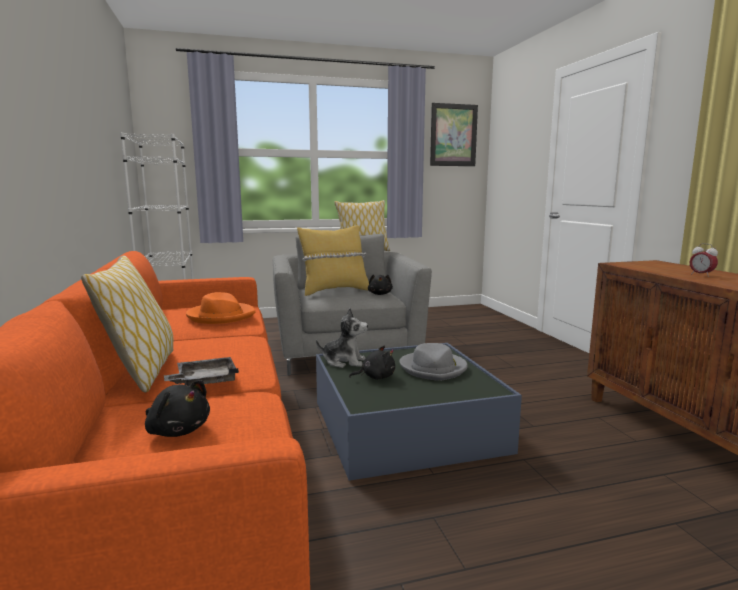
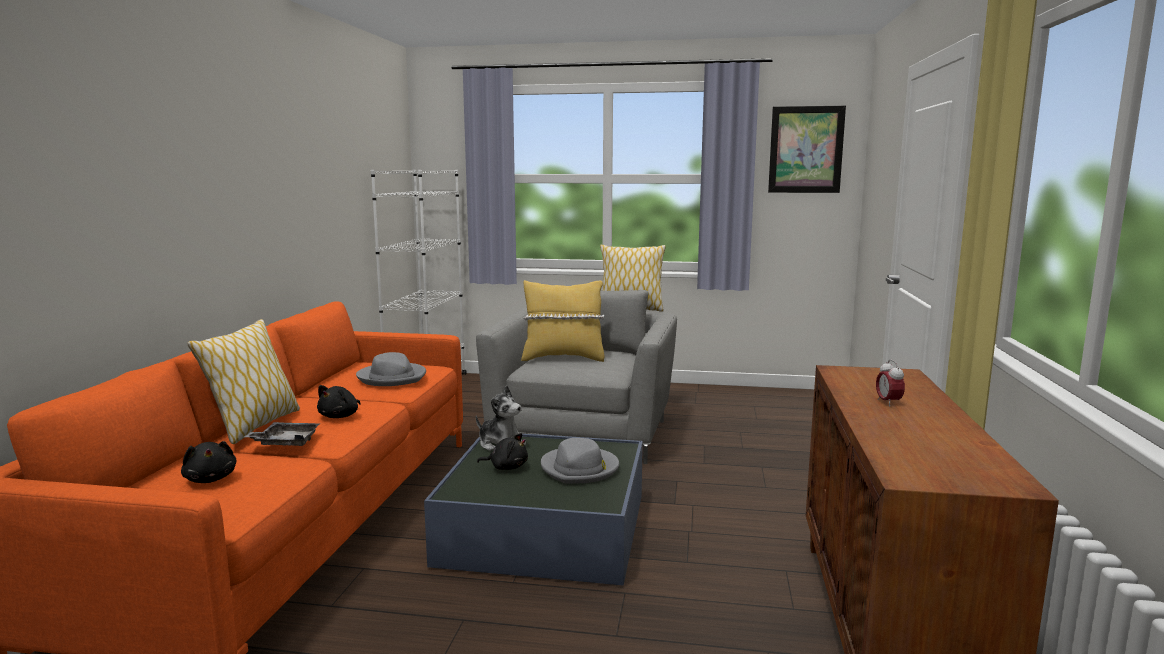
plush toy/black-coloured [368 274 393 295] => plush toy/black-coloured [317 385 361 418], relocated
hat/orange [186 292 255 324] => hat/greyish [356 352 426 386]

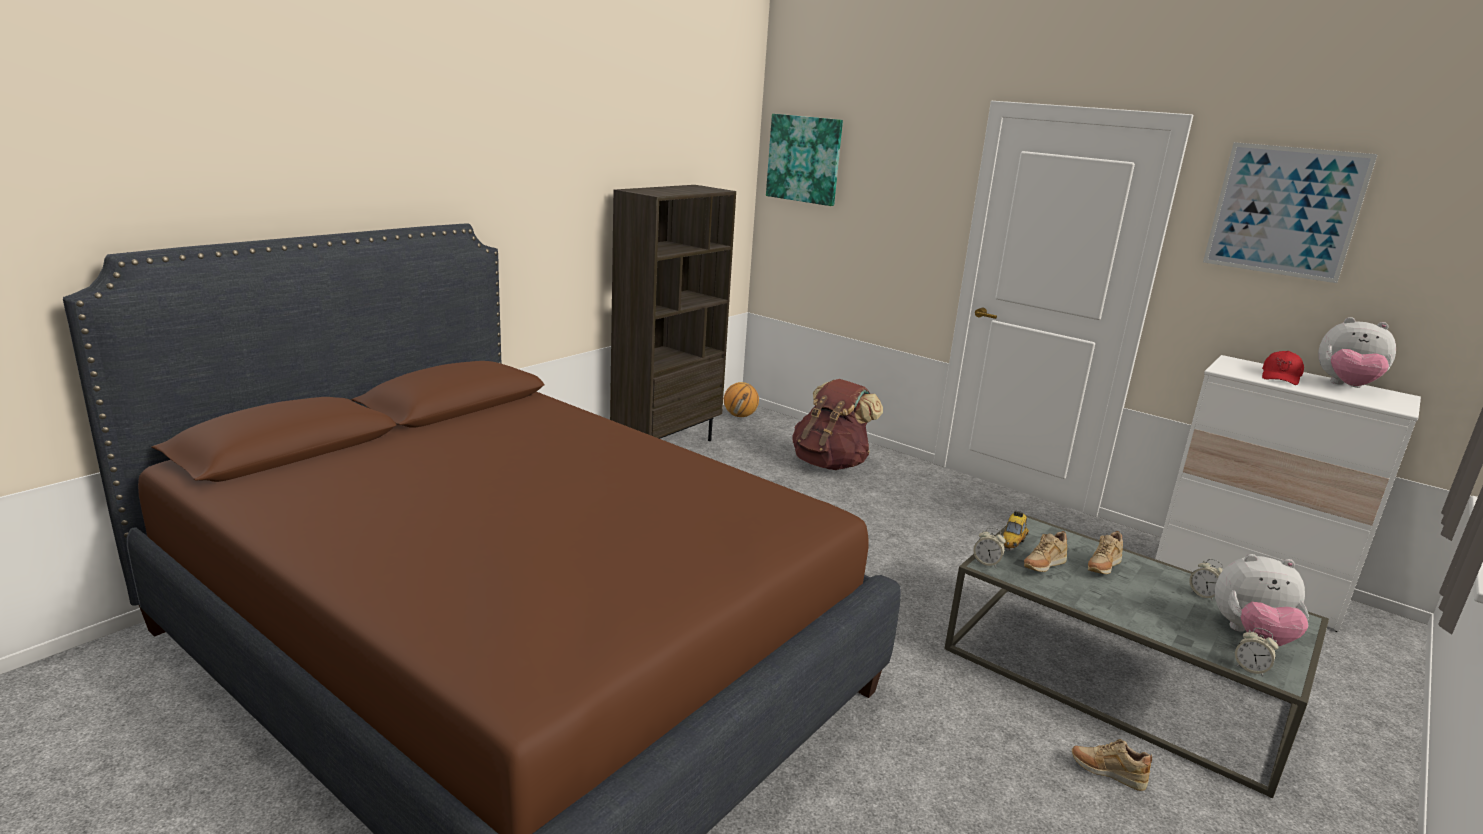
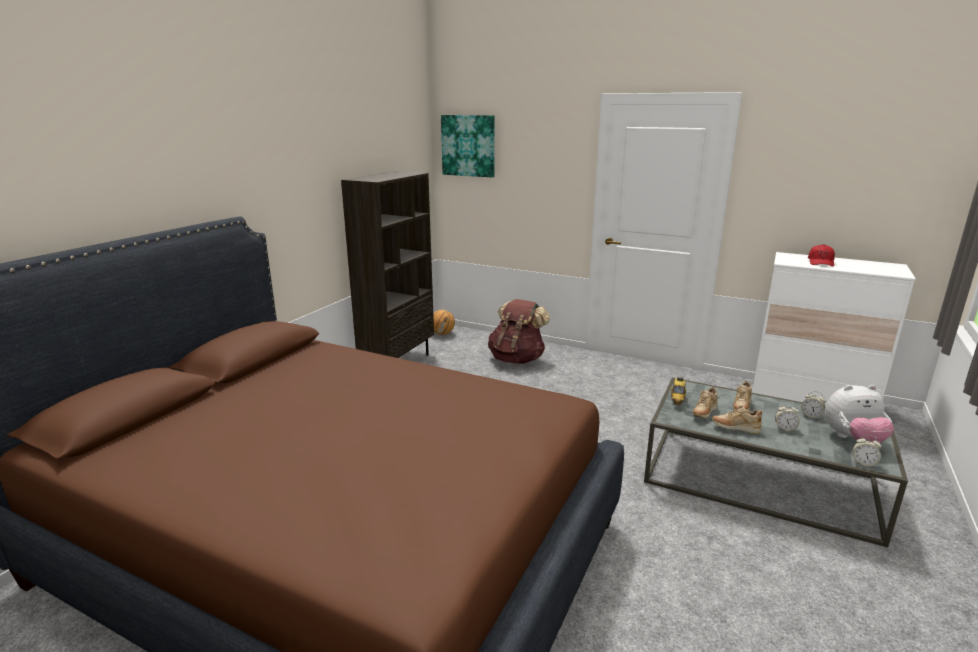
picture [1203 142 1378 283] => nothing
plush toy [1318 317 1396 388] => nothing
alarm clock [973 527 1006 567] => alarm clock [775 403 800 431], relocated
item of footwear/sand-coloured [1072 739 1152 791] => item of footwear/sand-coloured [712 406 762 434], relocated

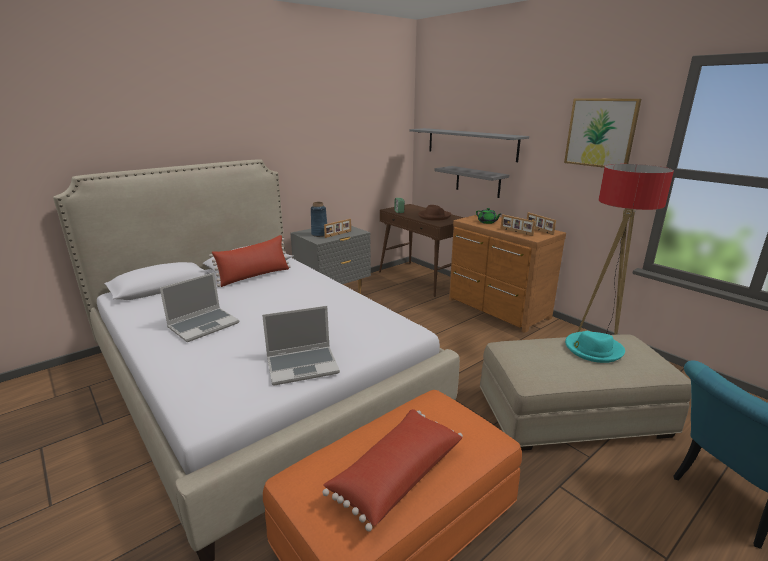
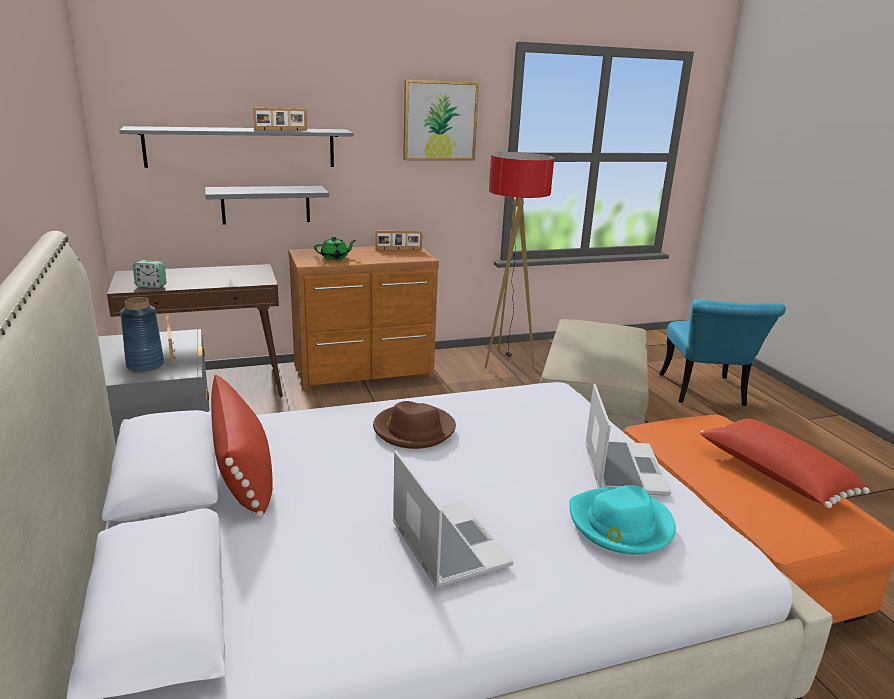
hat/brown-coloured [418 205 451 221] => hat/brown-coloured [373 401 456 449], relocated
picture frame [500 215 535 236] => picture frame [253 108 307 131], relocated
hat/turquoise [565 331 625 363] => hat/turquoise [570 485 676 555], relocated

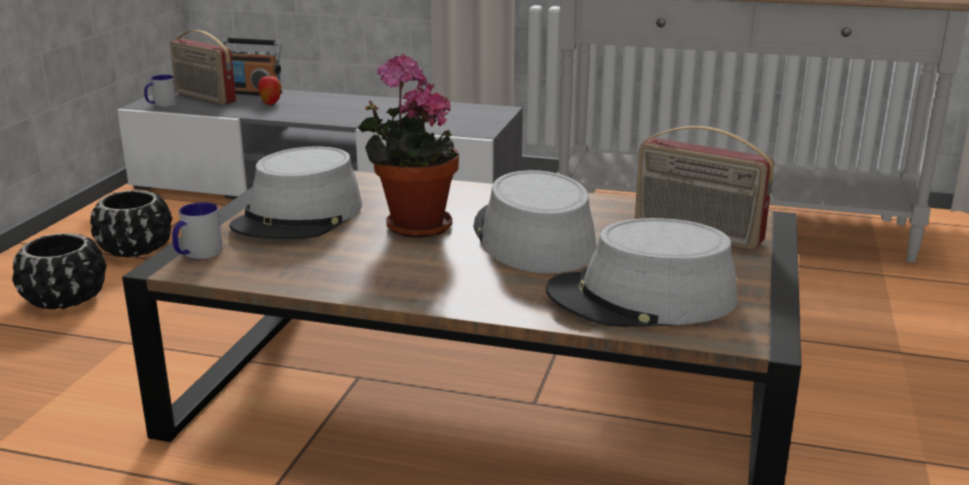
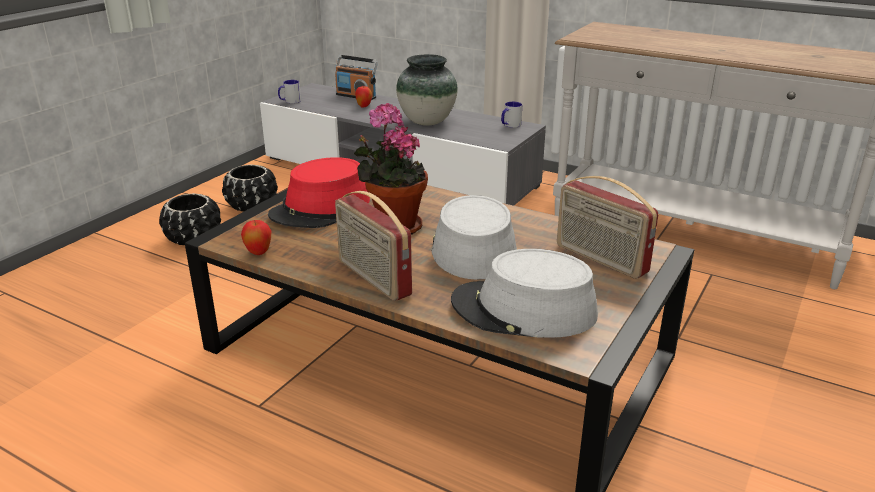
nothing => apple [241 220 271 255]
nothing => decorative vase [396 54 458 126]
radio [170 30 236 105] => radio [335 191 412 301], relocated
coffee mug [172 202 223 259] => coffee mug [501 102 522 128], relocated
hat/greyish [230 146 362 239] => hat/reddish [268 157 370 228]

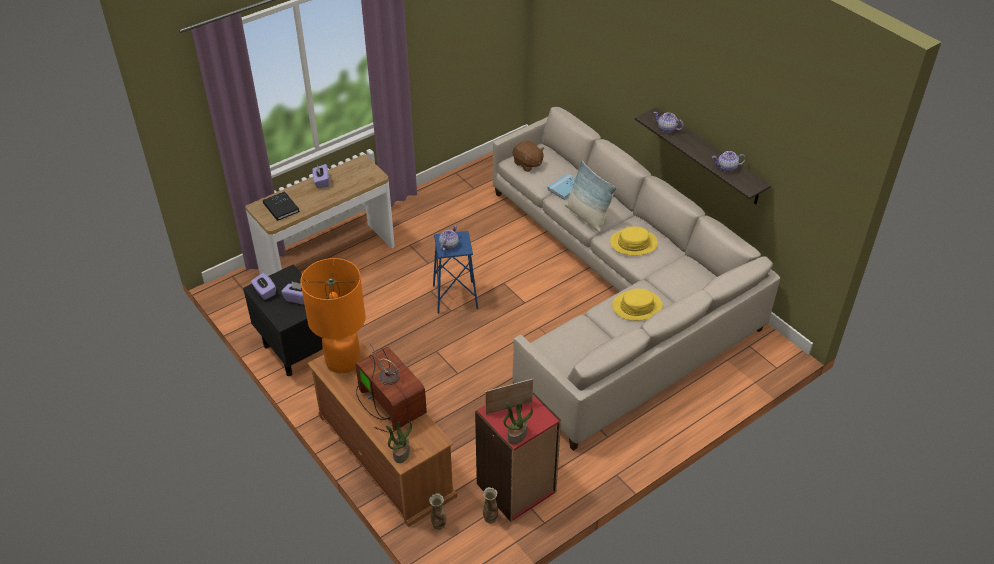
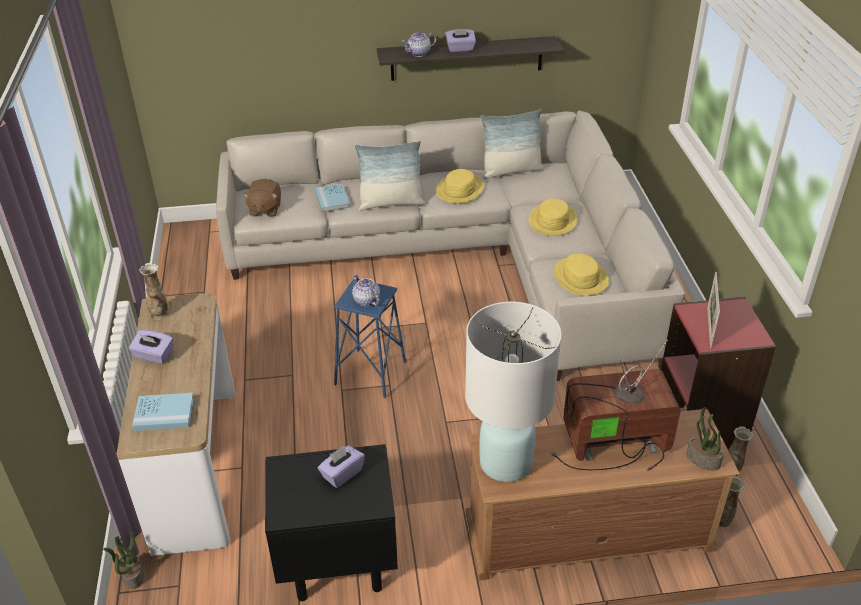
pot for tea [712 151 746 172] => nothing
nothing => decorative vase [139 263 168 320]
nothing => throw pillow [481 109 544 179]
nothing => hat/yellow [554 253 609 296]
tissue box/purple-coloured [251 272 276 300] => tissue box/purple-coloured [445 29 476 52], relocated
houseplant [503 402 533 445] => houseplant [103 528 144 589], relocated
volume/black-coloured [263 191 299 221] => volume/blue [132 393 194 431]
tabletop lamp/orange [301 258 366 373] => tabletop lamp/whitish [465 302 562 482]
plush toy/brown-coloured [513 141 544 172] => plush toy/brown-coloured [243 179 281 217], 105 degrees clockwise

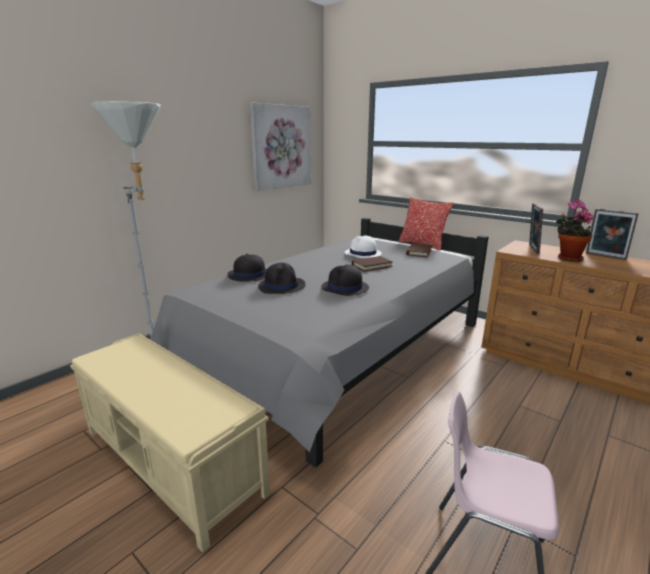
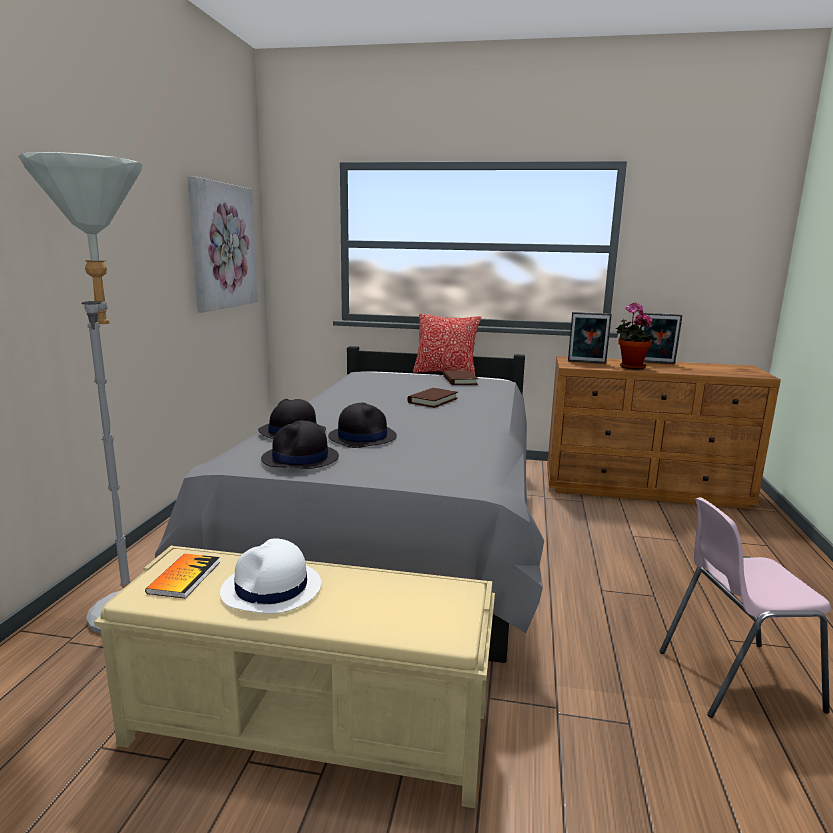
nothing => volume [145 553 220 599]
hat/black-coloured [321 264 369 296] => hat/black-coloured [261 420 339 469], relocated
hat/whitish [345 235 382 258] => hat/whitish [220 538 321 614], relocated
picture frame [529 203 543 254] => picture frame [568 312 612 364], 60 degrees counterclockwise

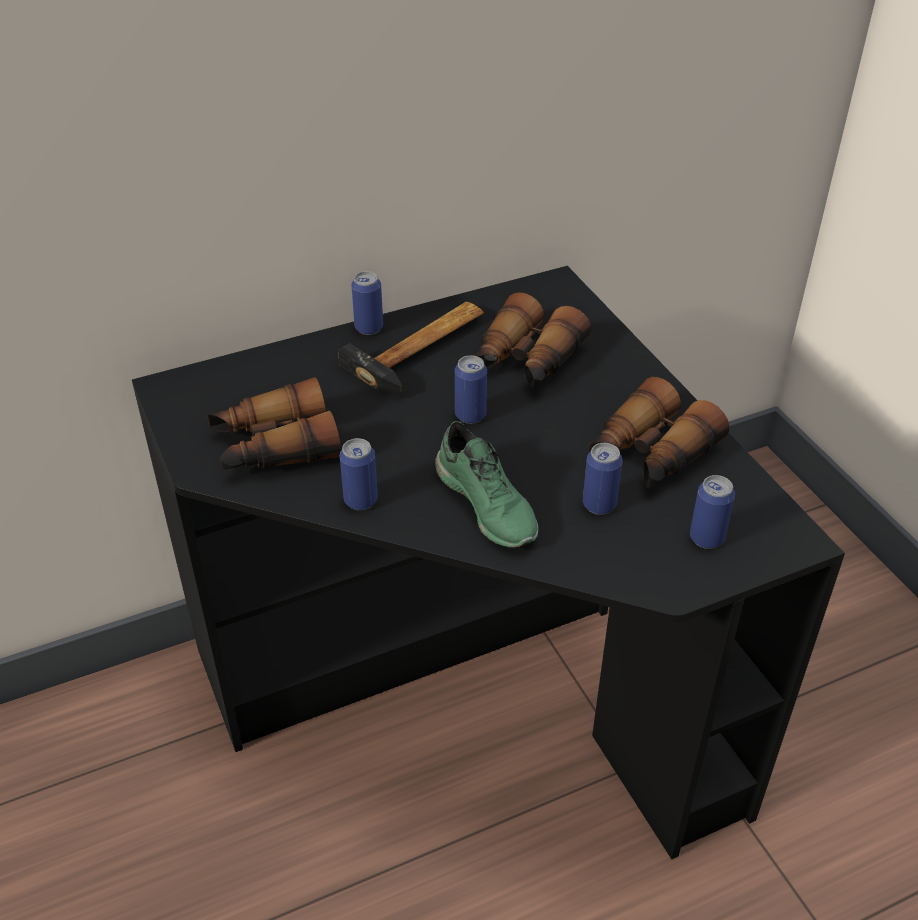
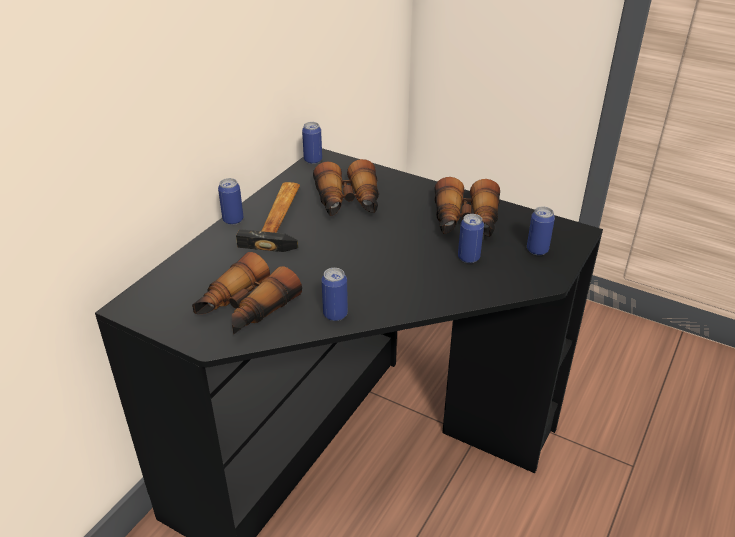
item of footwear/green-coloured [435 421 538 548] => nothing
sealed can [455 355 487 424] => sealed can [302 122 322 164], relocated

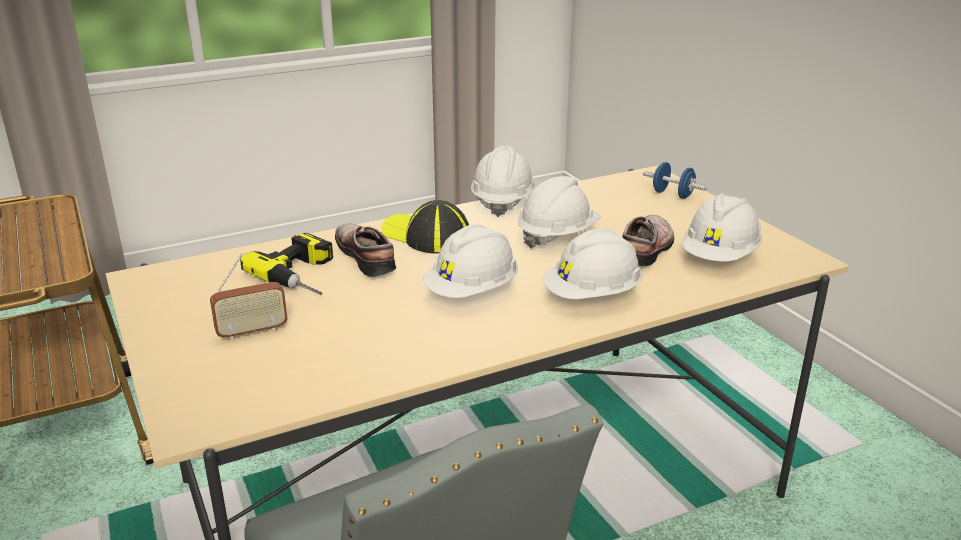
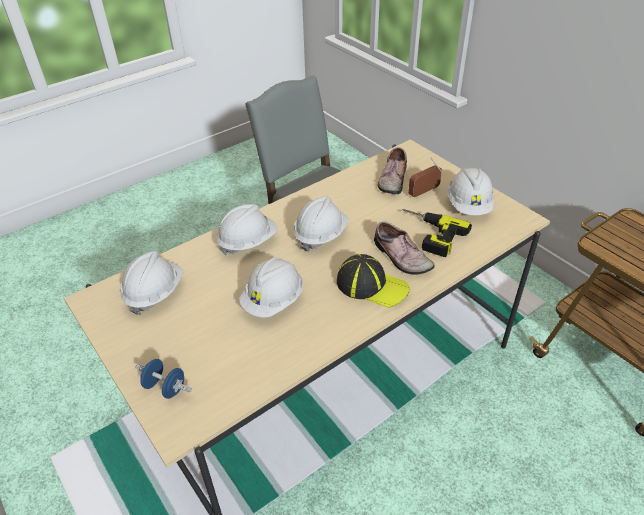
safety helmet/whitish [471 146 535 217] => safety helmet/whitish [447 168 494 215], relocated
item of footwear [622 215 674 266] => item of footwear [378 147 407 194], relocated

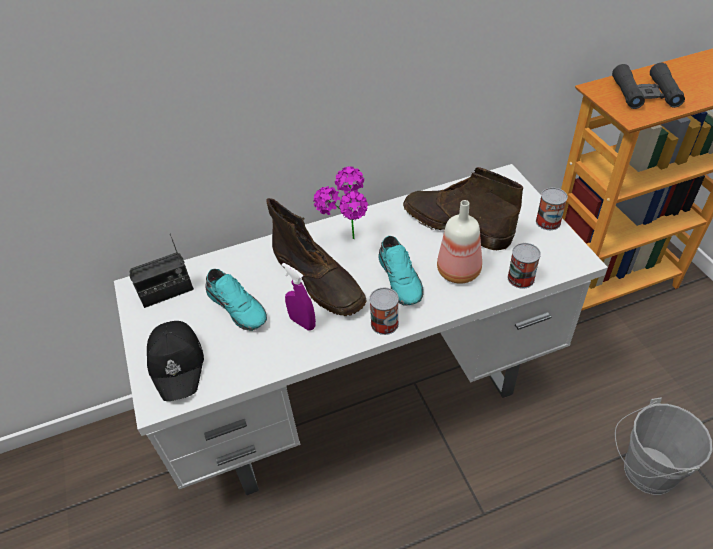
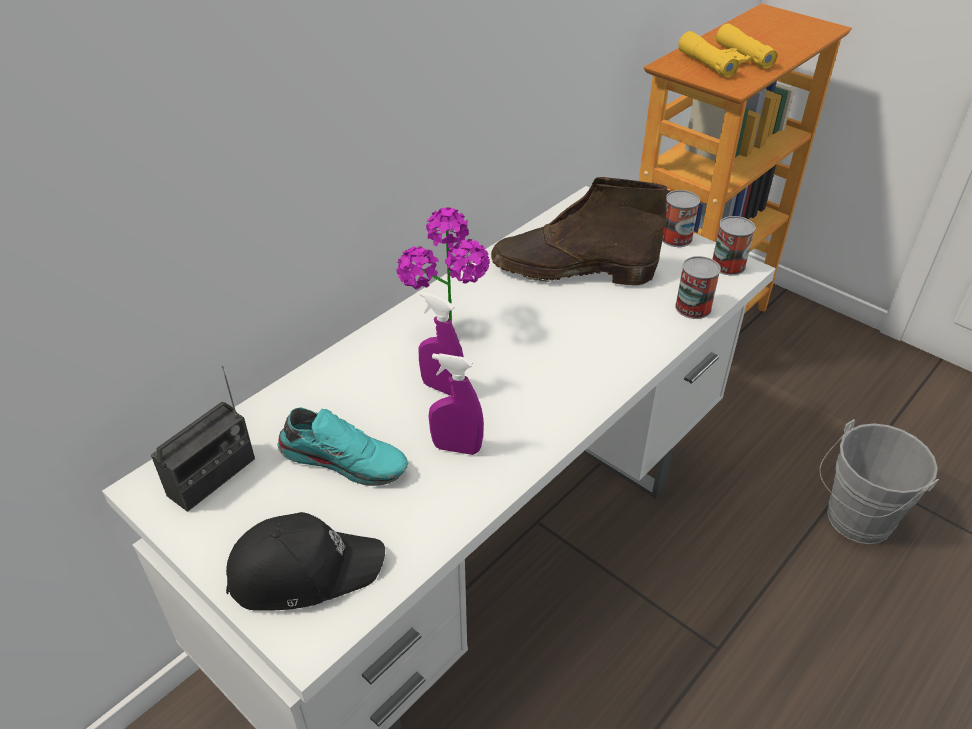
item of footwear/turquoise [378 236 424 306] => nothing
bottle [437 200 482 284] => nothing
sealed can [369 288 399 335] => sealed can [713 216 755 275], relocated
boot/brown-coloured [266 198 366 316] => spray bottle/purple-coloured [419 292 463 396]
binoculars/black-coloured [612 63 685 109] => binoculars/yellow [678 23 778 77]
cap/black-coloured [147 321 204 401] => cap/black-coloured [226 512 385 611], 60 degrees counterclockwise

